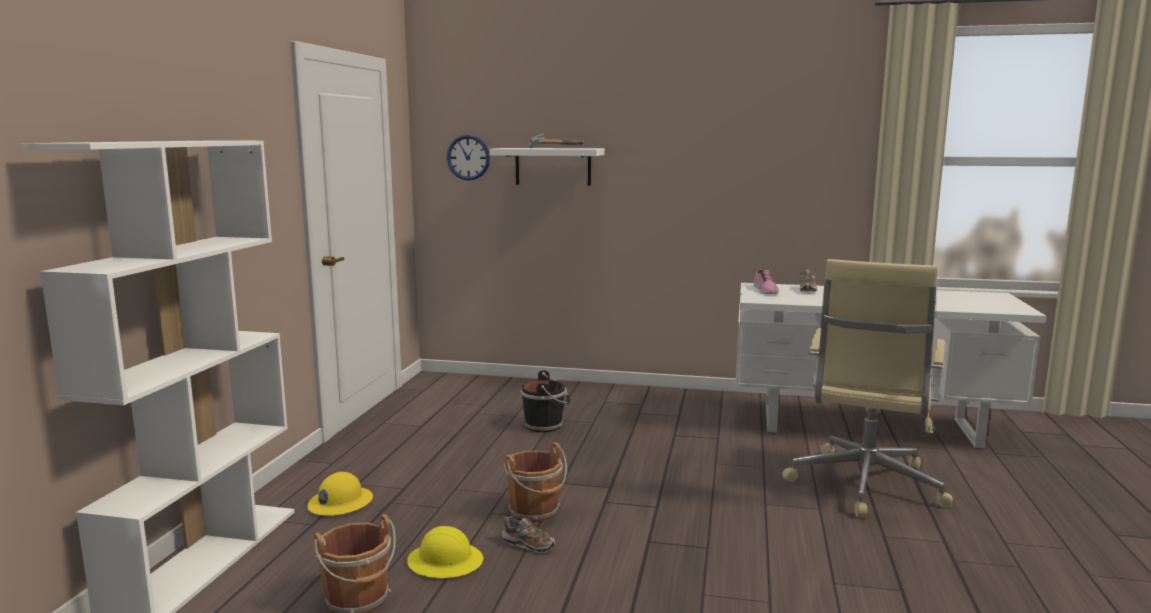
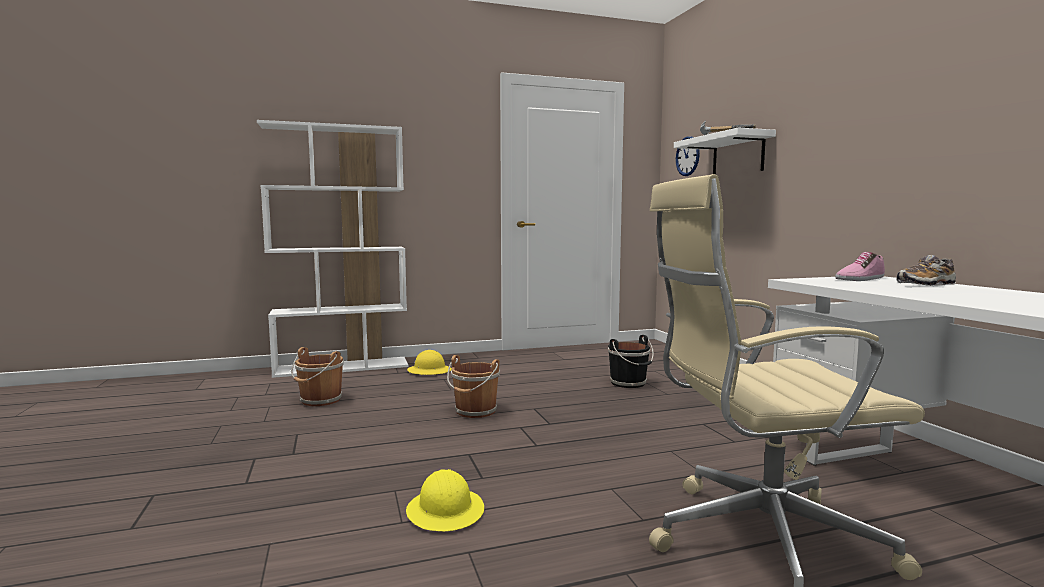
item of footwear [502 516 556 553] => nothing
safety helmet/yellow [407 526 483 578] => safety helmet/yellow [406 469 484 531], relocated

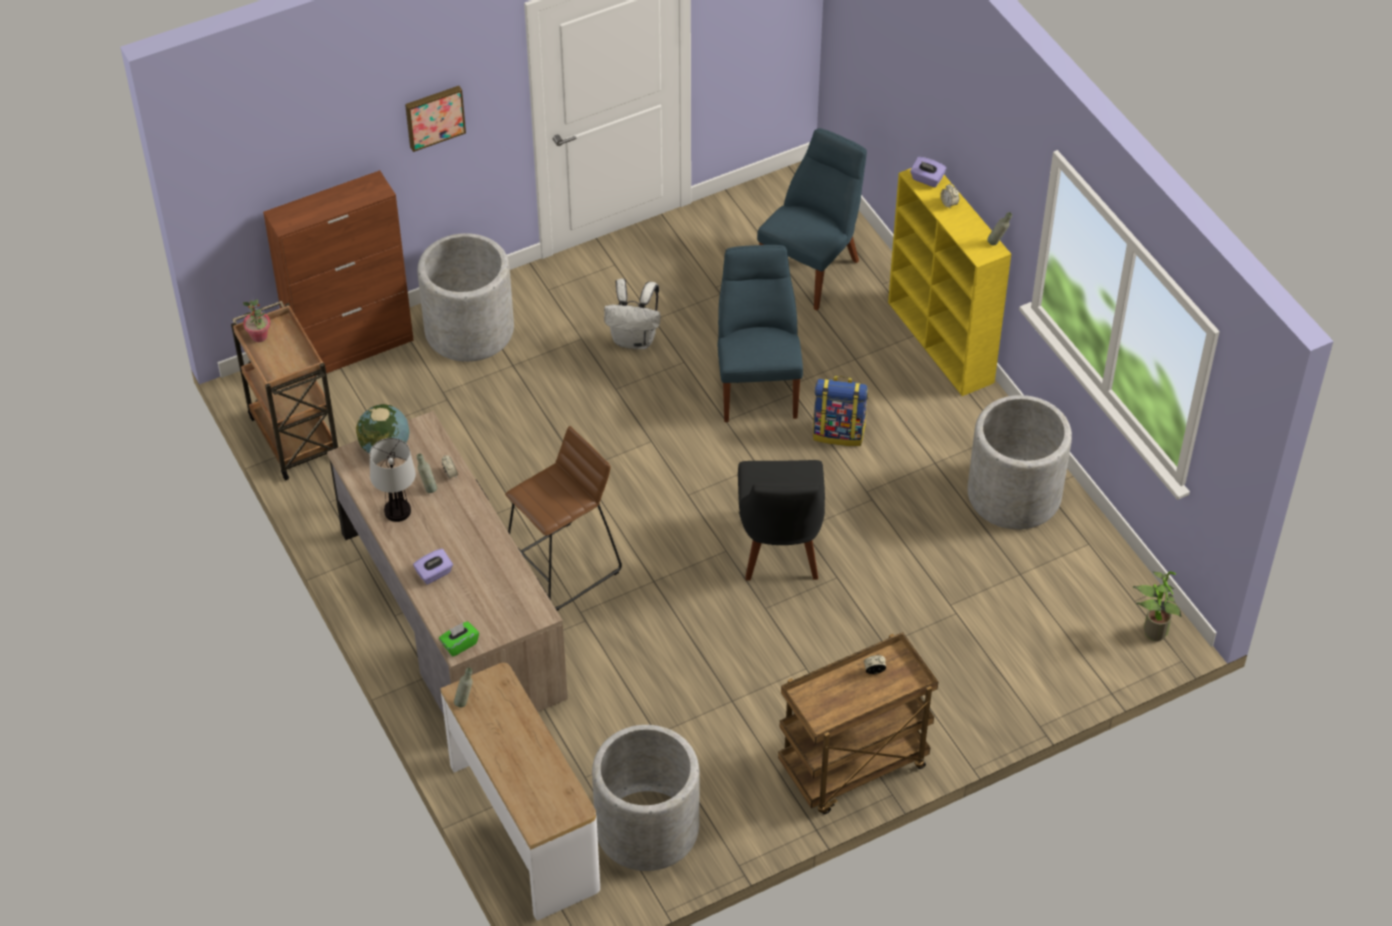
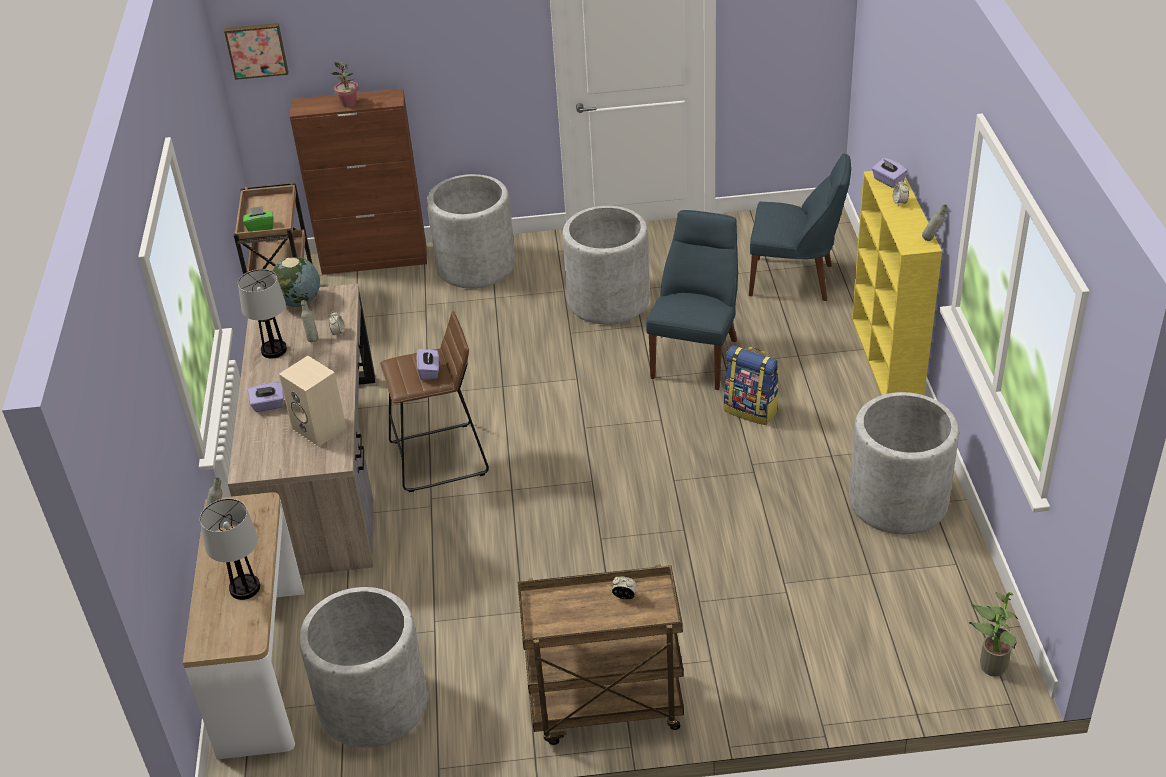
chair/black-coloured [738 460 825 581] => nothing
nothing => tabletop lamp [200 499 260 600]
nothing => audio speaker/sand-coloured [279 356 346 447]
nothing => tissue box/purple-coloured [417 349 439 380]
houseplant [243 299 270 342] => houseplant [332 62 358 107], relocated
picture [405 86 466 152] => picture [224 23 288 80], relocated
tissue box/green-coloured [439 622 479 657] => tissue box/green-coloured [243 206 273 232], relocated
knapsack/whitish [604 279 660 349] => planter/greyish [562 206 650 324]
chair/blue [757 128 867 310] => chair/blue [749 154 851 301], 45 degrees clockwise

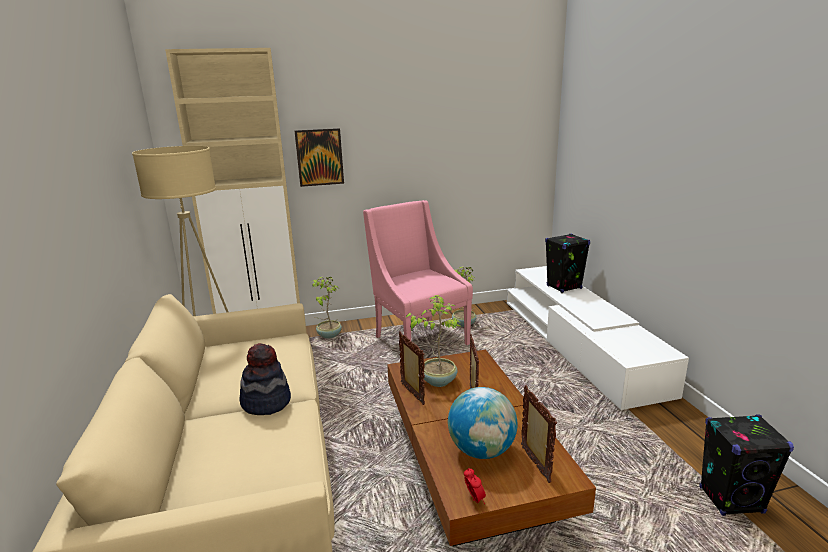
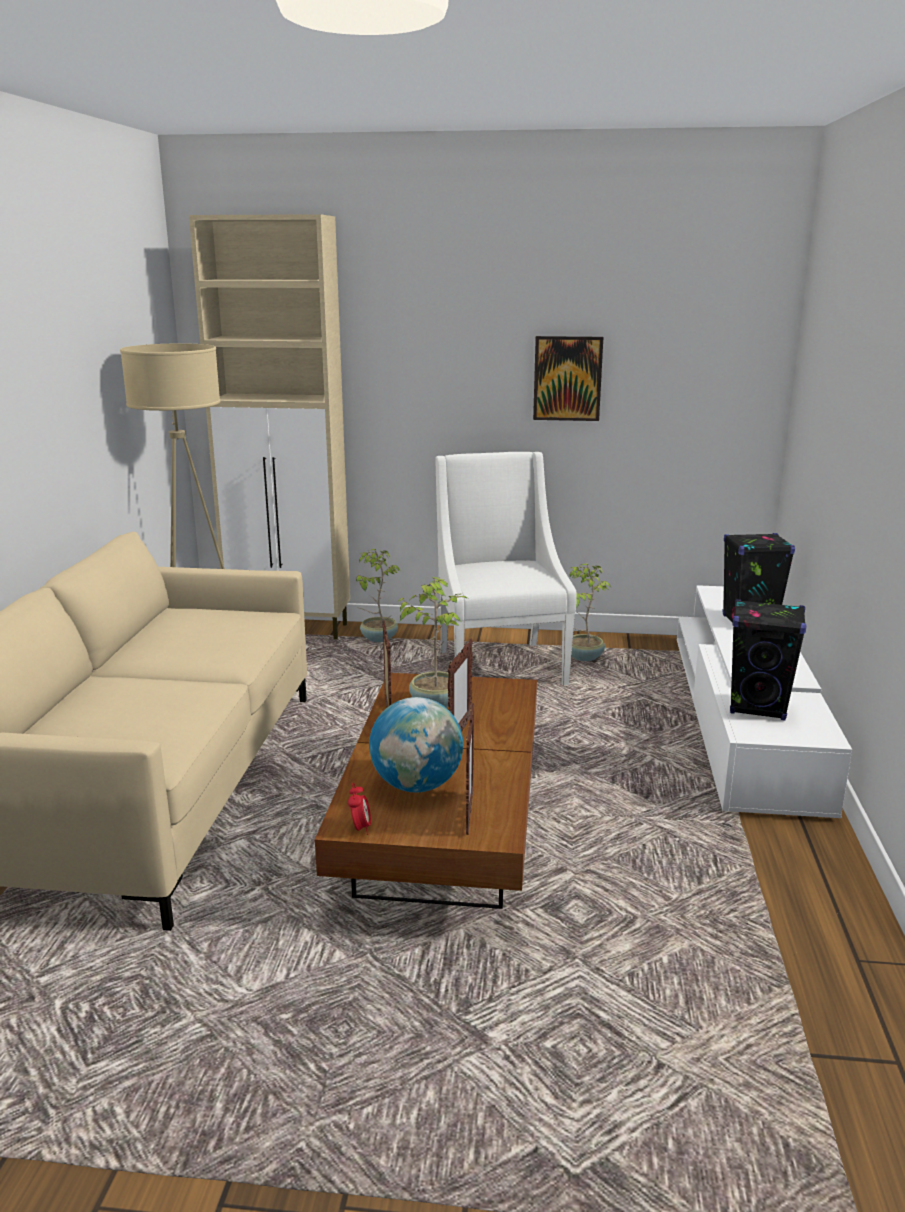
hat [239 343 291 415] => nothing
picture [294 128 344 187] => picture [533 336 603 421], relocated
audio speaker/black-coloured [699 415 794 516] => audio speaker/black-coloured [730 599 807 721], relocated
easy chair/pink [363 200 473 345] => easy chair/whitish [435 452 577 685]

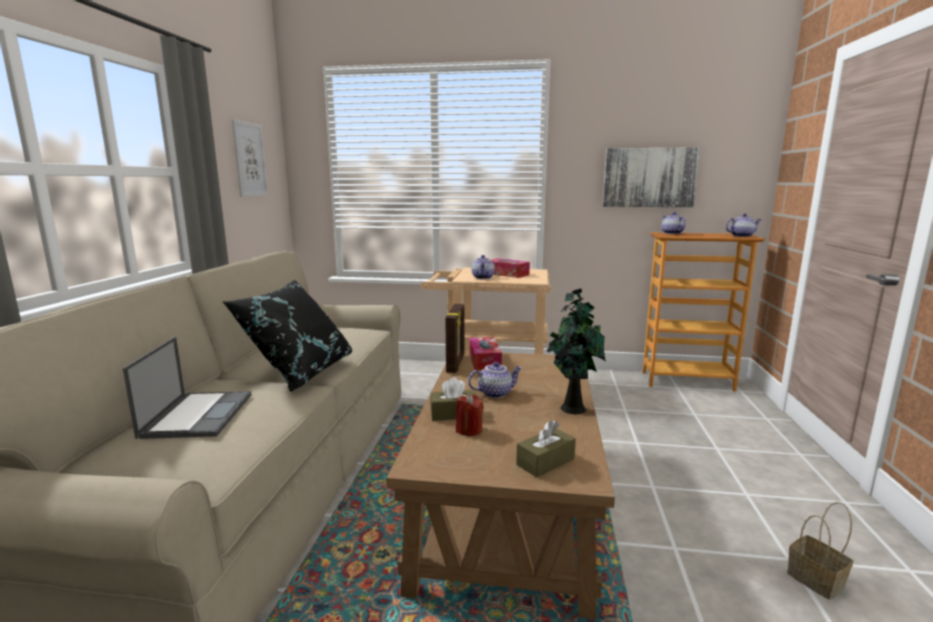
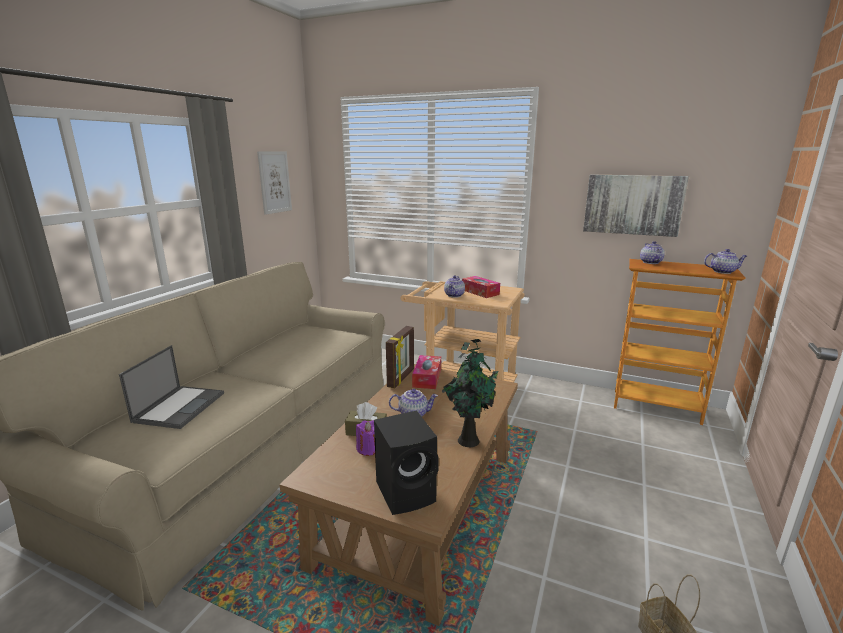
throw pillow/black-coloured [222 280 352 392] => nothing
tissue box/brown-coloured [516 420 576 477] => audio speaker/black-coloured [374 410 439 515]
candle/reddish [456 394 484 436] => candle/purple-coloured [356 420 375 456]

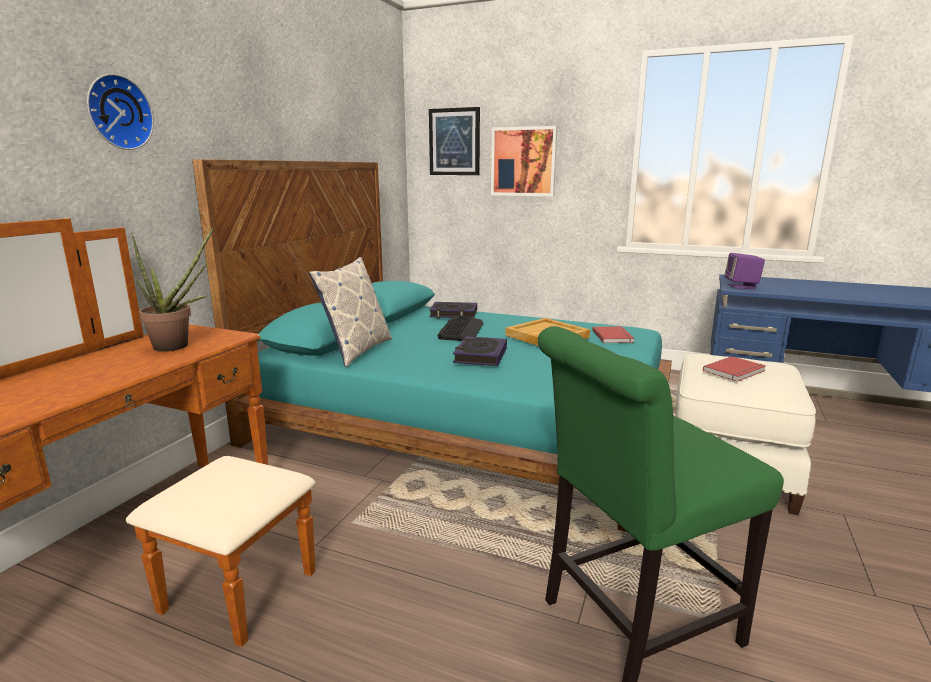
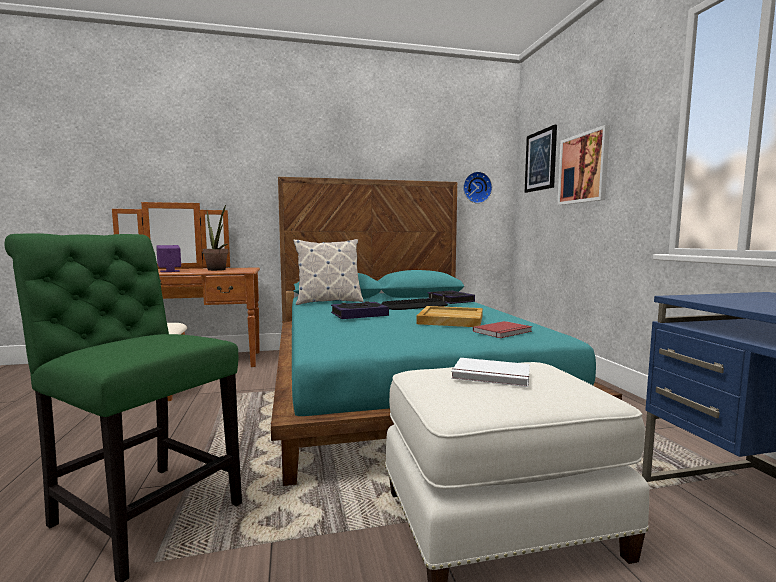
hanging clock [87 74 154 150] => hanging clock [463 171 492 203], relocated
audio speaker/purple-coloured [724 253 765 289] => audio speaker/purple-coloured [156 245 181 272], relocated
volume/reddish [703 356 766 382] => volume/whitish [451 358 530 387]

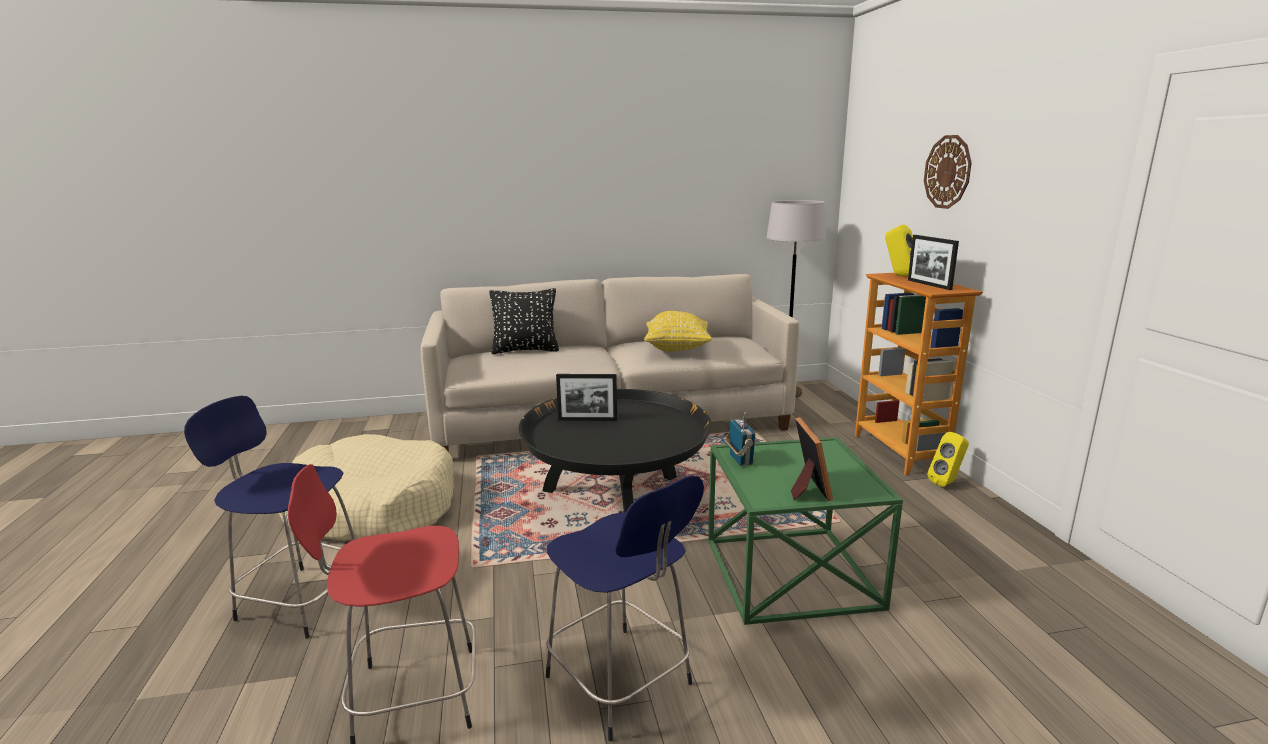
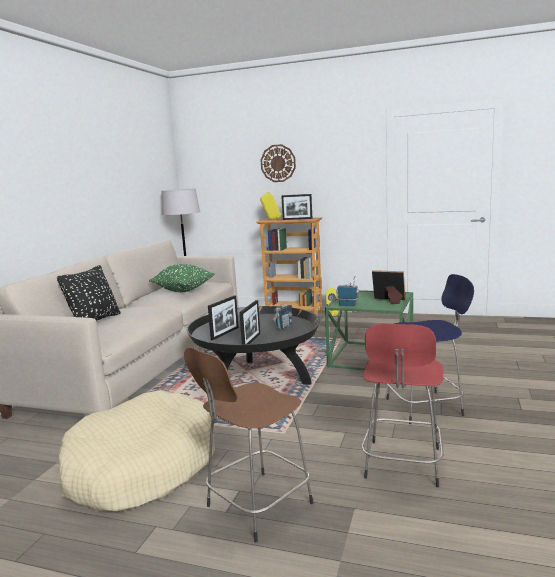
nothing => picture frame [239 300 260 345]
nothing => radio [273 297 292 329]
sitting stool/blue [184 396 356 639] => sitting stool/brown-coloured [184 347 313 542]
throw pillow/yellow [644 311 712 352] => throw pillow/green-coloured [149 264 215 292]

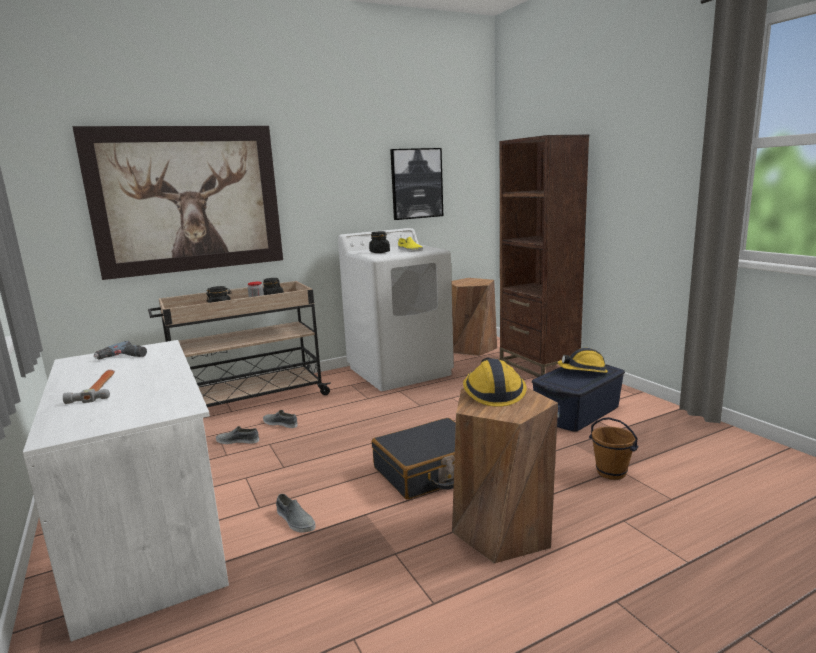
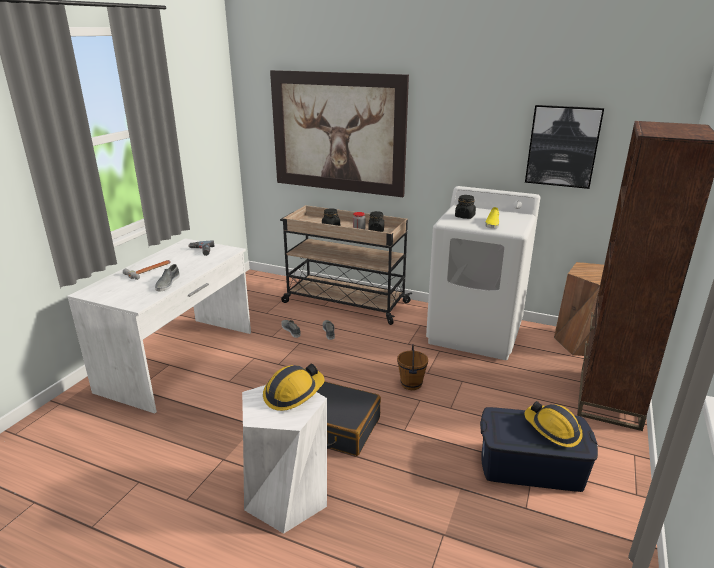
item of footwear/greyish [276 494 316 533] => item of footwear/greyish [155 264 180 291], relocated
bucket/brown-coloured [589 417 638 480] => bucket/brown-coloured [397 344 428 390], relocated
sitting stool/brown-coloured [452 387 558 563] => sitting stool/whitish [242 385 327 534]

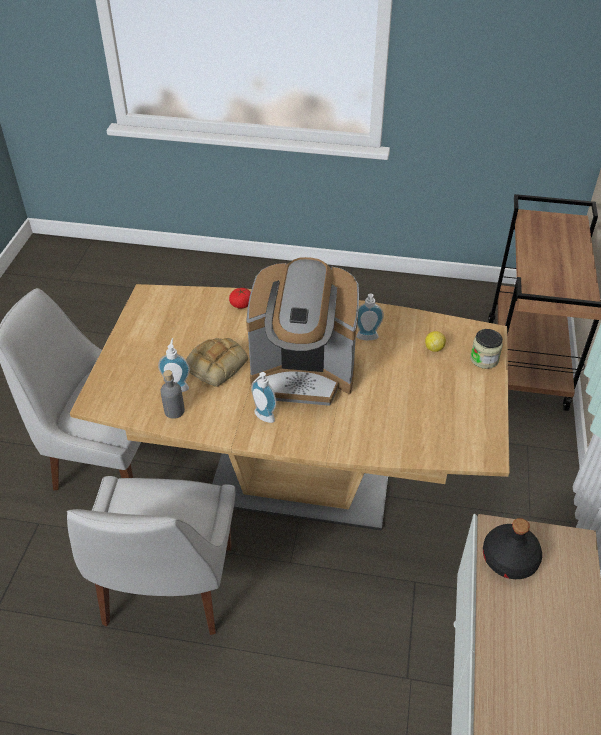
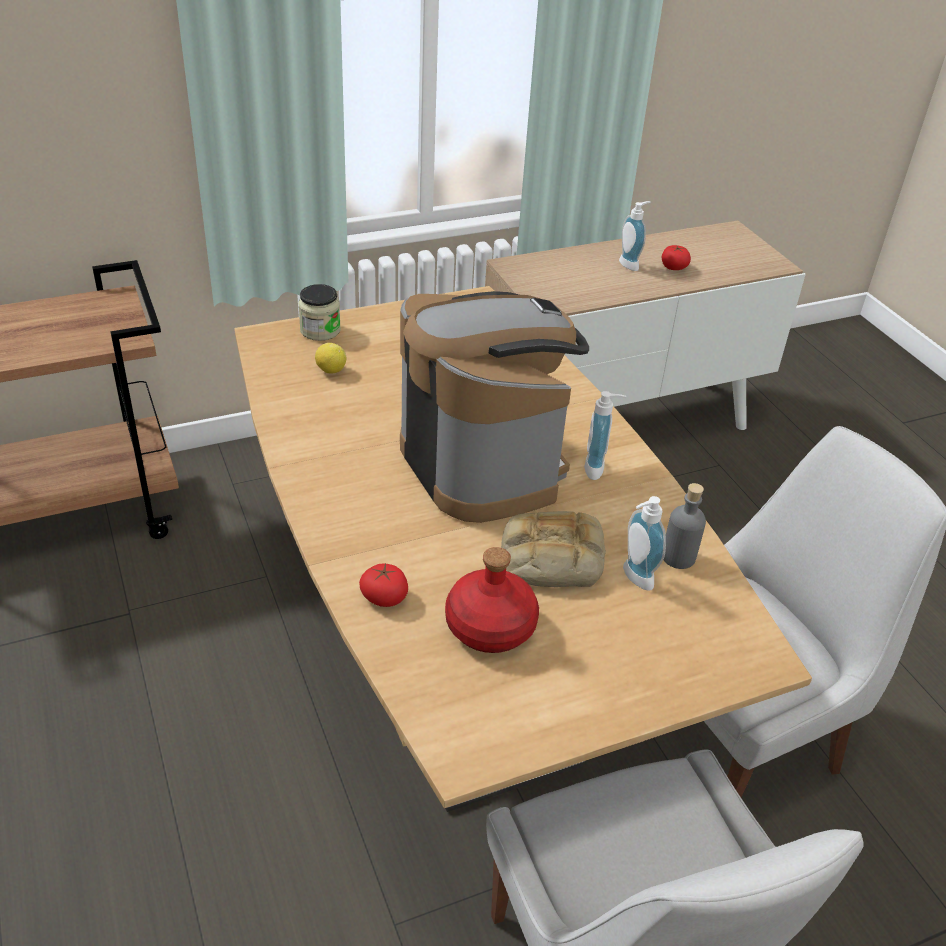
bottle/black-coloured [483 518 542 579] => nothing
nothing => bottle/reddish [445 547 539 653]
nothing => whole tomato [662 245 691 270]
soap dispenser [356 293 384 341] => soap dispenser [619 201 650 271], relocated

